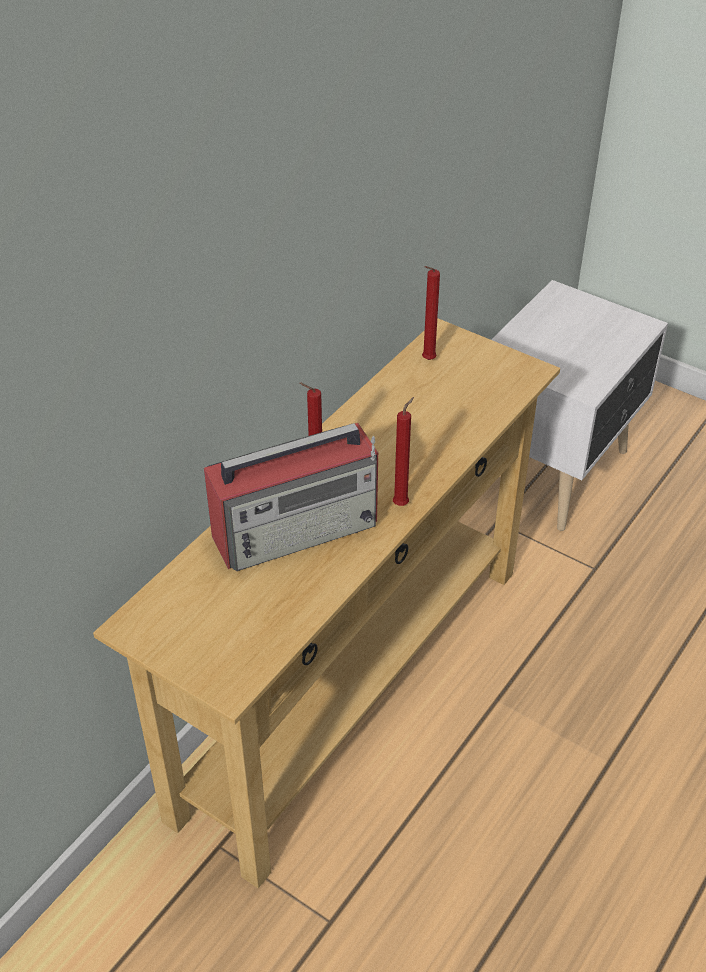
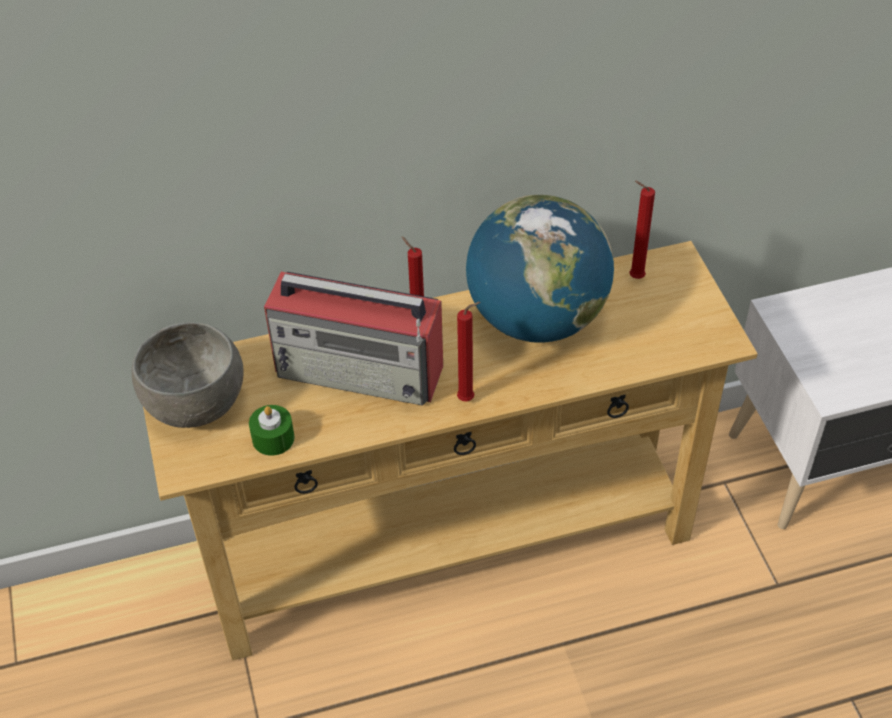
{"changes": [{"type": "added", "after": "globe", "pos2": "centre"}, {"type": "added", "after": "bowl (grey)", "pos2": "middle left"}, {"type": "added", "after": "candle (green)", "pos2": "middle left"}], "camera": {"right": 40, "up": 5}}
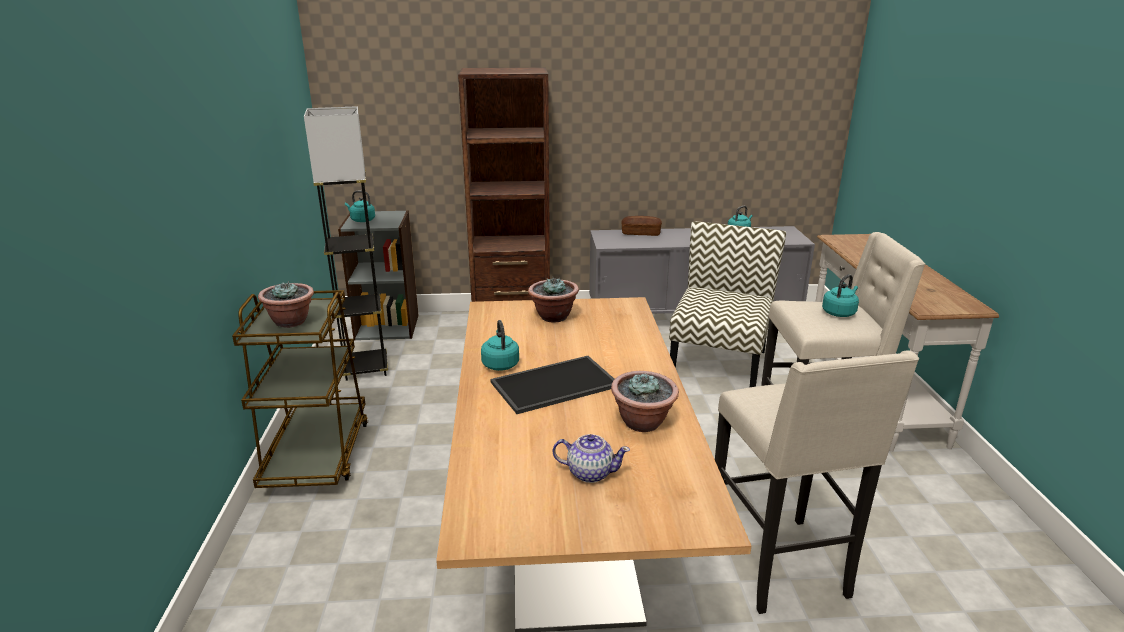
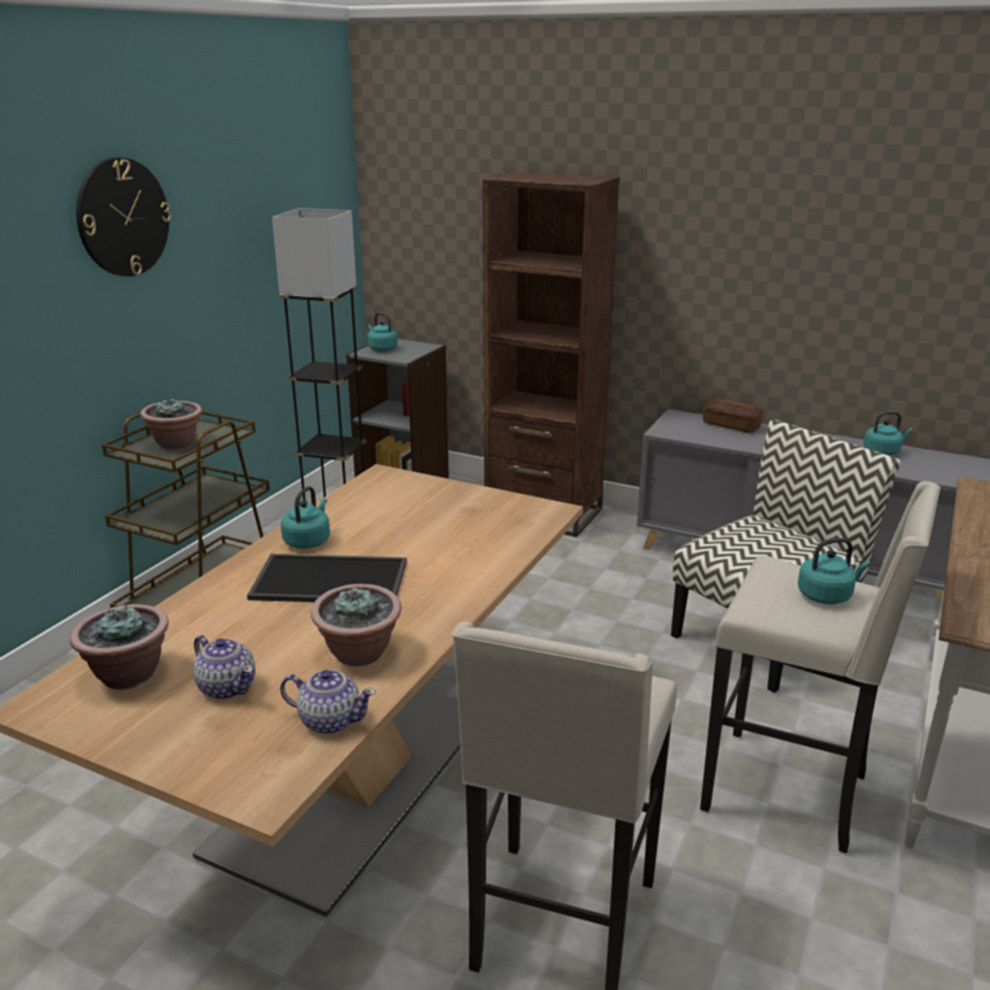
{"changes": [{"type": "moved", "before": "potted plant (2nd from left in the first image)", "after": "potted plant (1st from left)", "pos1": "centre", "pos2": "middle left"}, {"type": "added", "after": "wall clock", "pos2": "top left"}, {"type": "added", "after": "teapot (2nd from left)", "pos2": "bottom left"}], "camera": {"right": 30, "up": 0}}
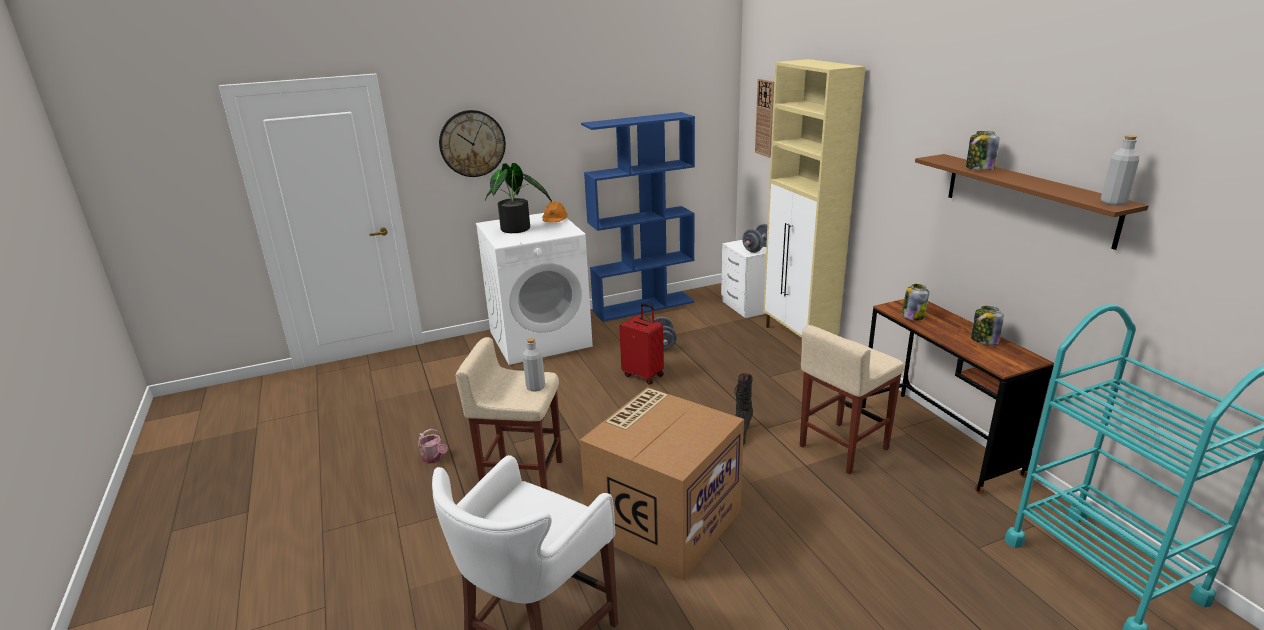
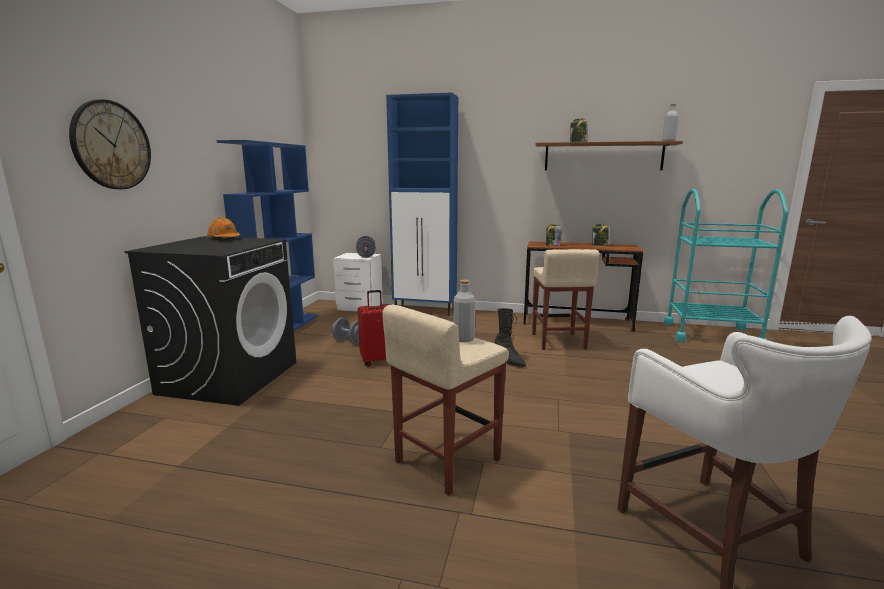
{"changes": [{"type": "recoloured", "before": "cabinet (beige)", "after": "cabinet (blue)", "pos1": "top centre", "pos2": "centre"}, {"type": "removed", "before": "wall clock (2nd from left)", "pos1": "top centre"}, {"type": "removed", "before": "potted plant", "pos1": "top centre"}, {"type": "recoloured", "before": "washing machine (white)", "after": "washing machine (black)", "pos1": "centre", "pos2": "middle left"}, {"type": "removed", "before": "cardboard box", "pos1": "bottom centre"}, {"type": "removed", "before": "watering can", "pos1": "bottom centre"}], "camera": {"right": -55, "up": -10}}
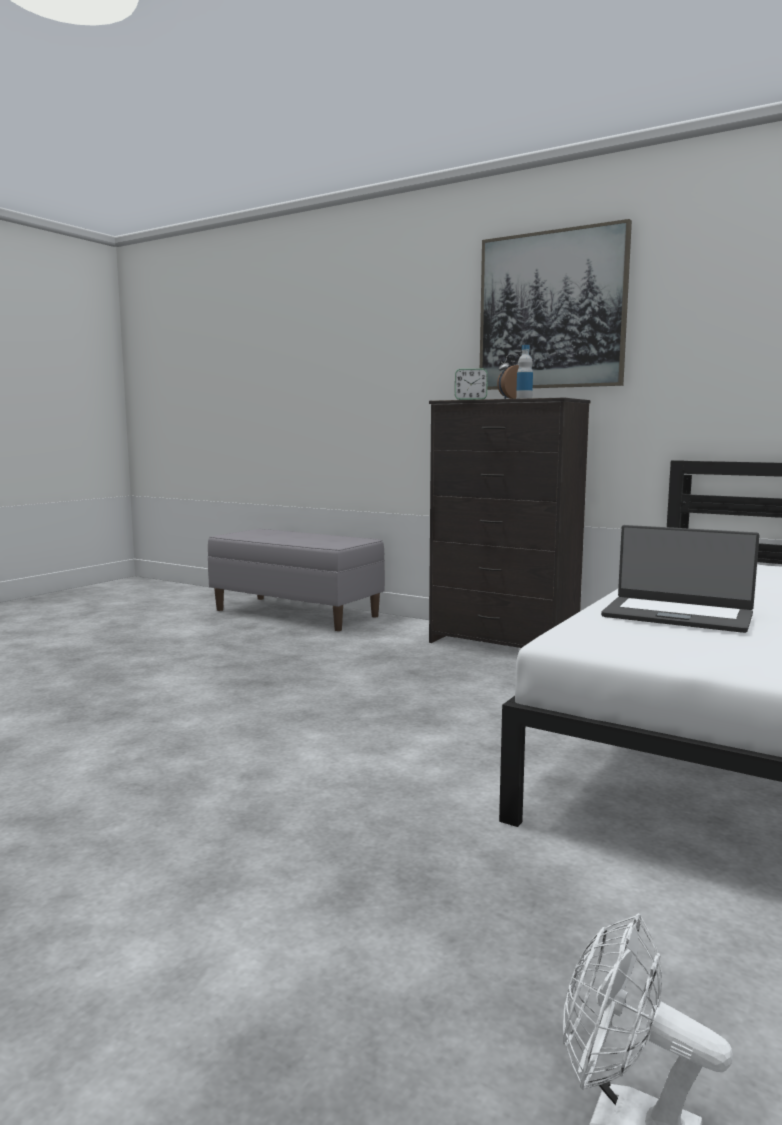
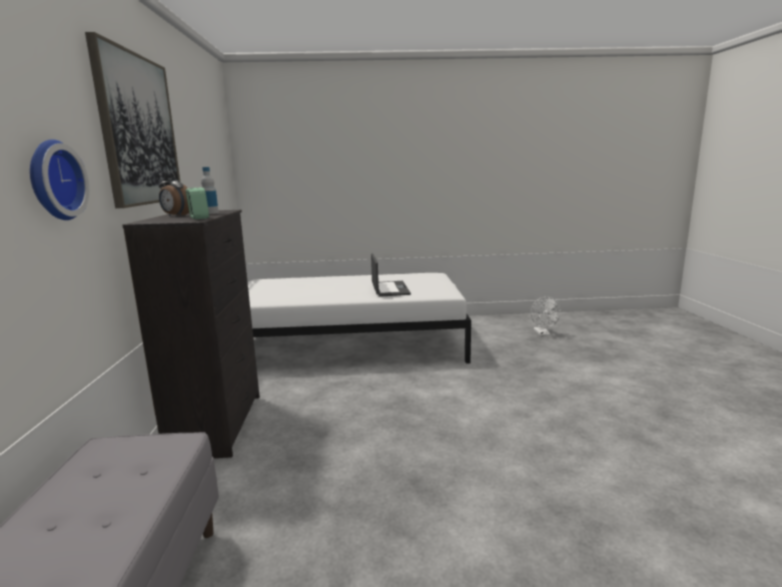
{"changes": [{"type": "added", "after": "wall clock", "pos2": "top left"}], "camera": {"right": -125, "up": 5}}
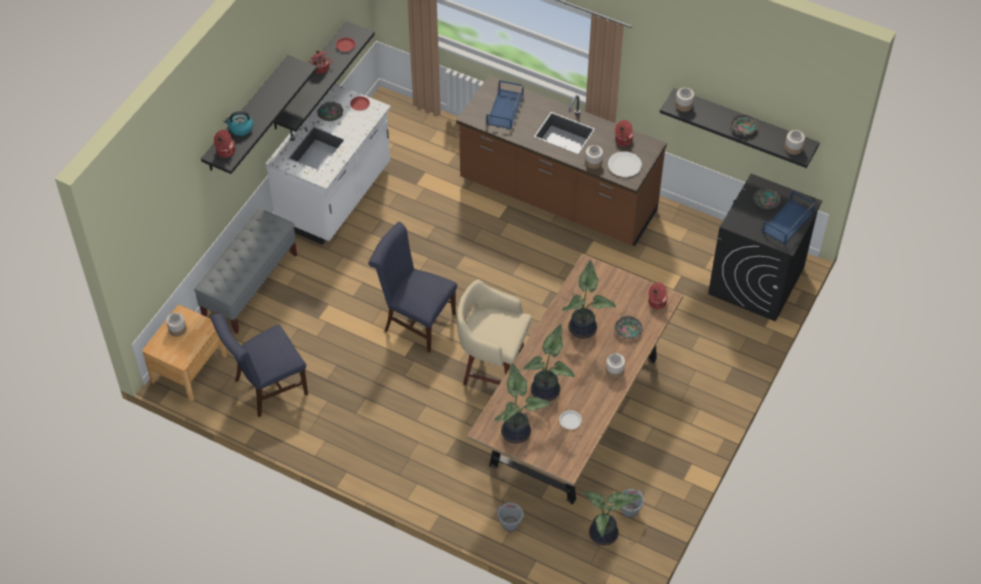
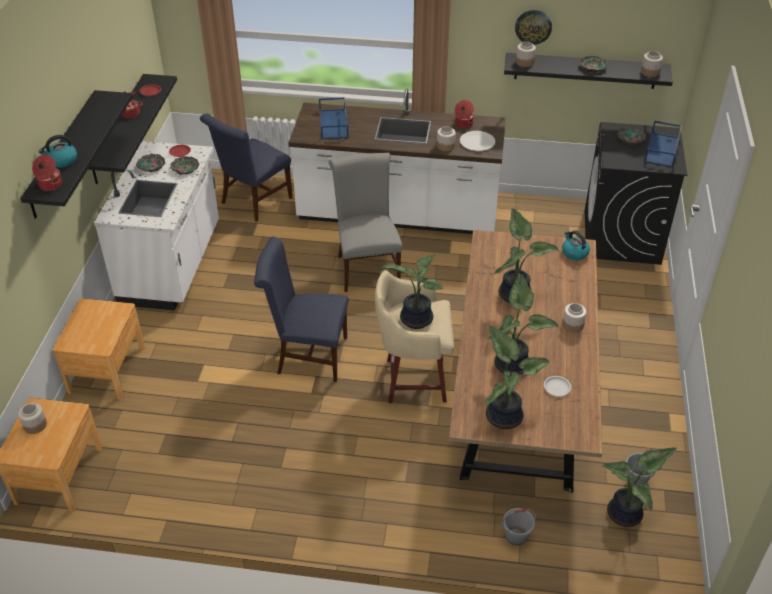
{"changes": [{"type": "recoloured", "before": "counter (brown)", "after": "counter (white) (2nd from left)", "pos1": "top centre", "pos2": "top centre"}, {"type": "replaced", "before": "bench (grey)", "after": "nightstand (brown) (2nd from left)", "pos1": "middle left", "pos2": "middle left"}, {"type": "replaced", "before": "cooking pot (4th from left)", "after": "kettle (2nd from left)", "pos1": "middle right", "pos2": "middle right"}, {"type": "moved", "before": "chair (blue) (1st from left)", "pos1": "middle left", "pos2": "top left"}, {"type": "moved", "before": "bowl (2nd from left)", "pos1": "centre", "pos2": "top left"}, {"type": "added", "after": "wall clock", "pos2": "top right"}, {"type": "added", "after": "chair (grey)", "pos2": "centre"}, {"type": "added", "after": "potted plant (1st from left)", "pos2": "centre"}], "camera": {"right": -20, "up": -10}}
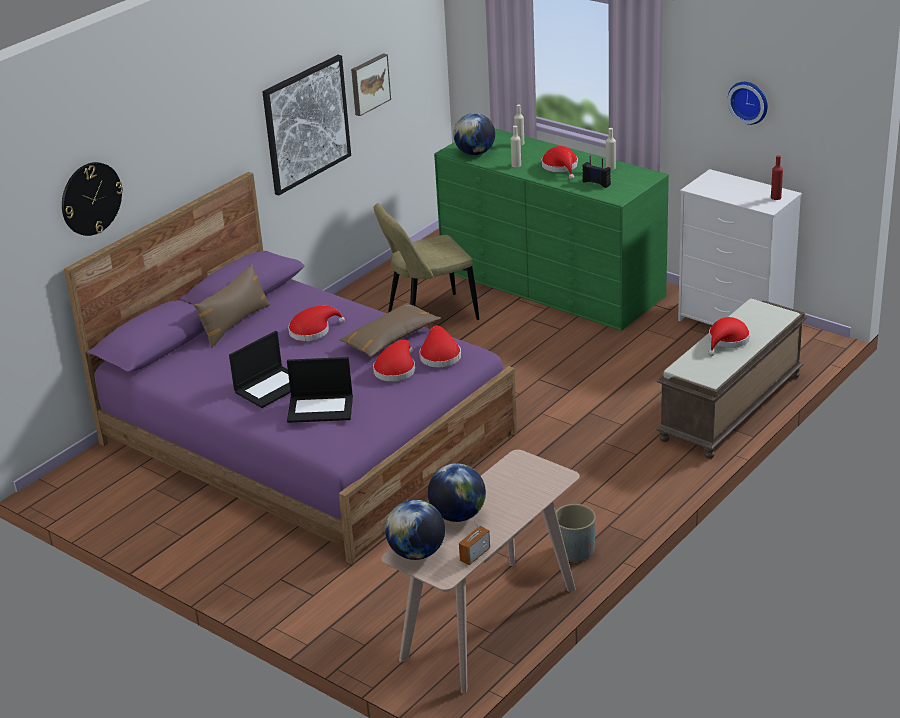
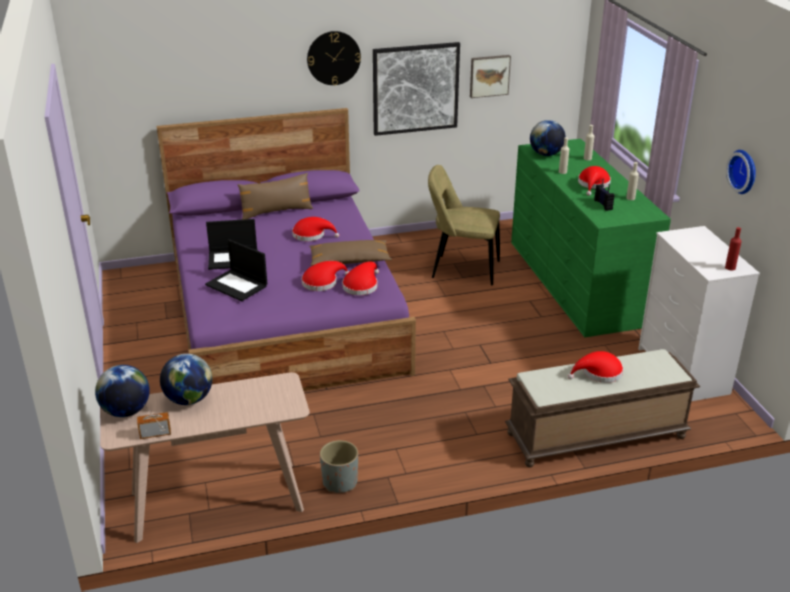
{"changes": [{"type": "moved", "before": "wall clock (1st from left)", "pos1": "top left", "pos2": "top centre"}], "camera": {"right": 35, "up": 0}}
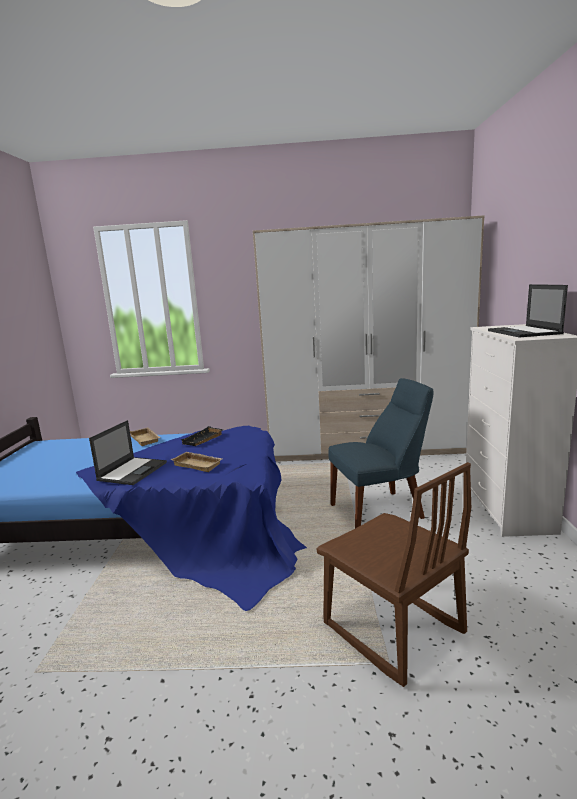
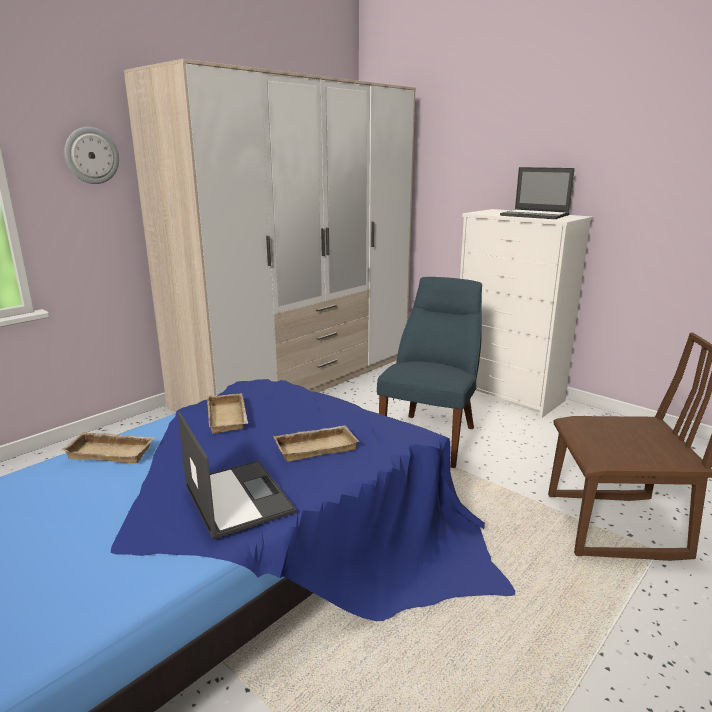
{"changes": [{"type": "recoloured", "before": "tray (black)", "after": "tray (beige) (2nd from left)", "pos1": "centre", "pos2": "middle left"}, {"type": "added", "after": "wall clock", "pos2": "top left"}], "camera": {"right": -50, "up": 5}}
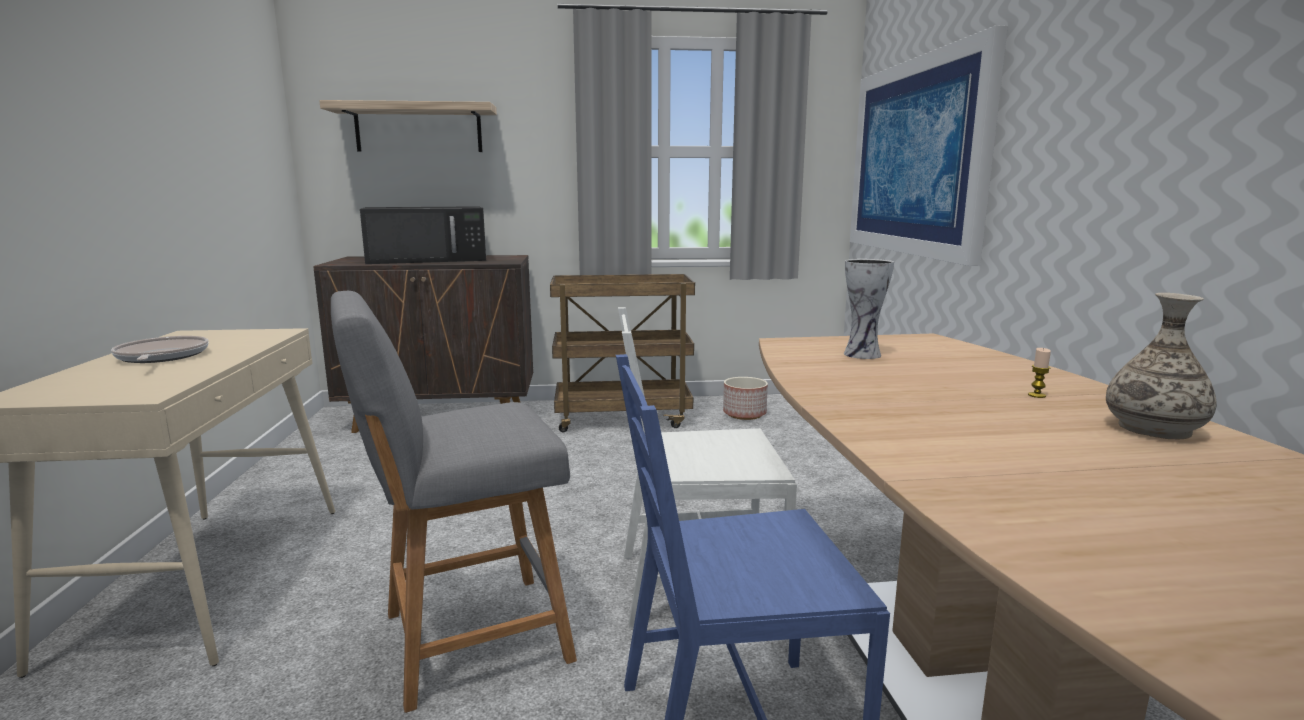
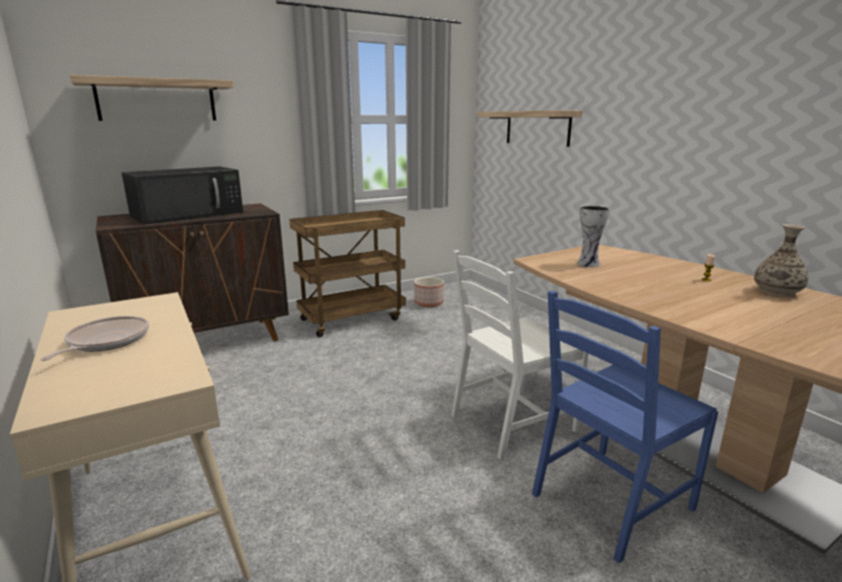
{"changes": [{"type": "replaced", "before": "picture", "after": "shelf (2nd from left)", "pos1": "top right", "pos2": "top centre"}, {"type": "removed", "before": "stool (grey)", "pos1": "bottom centre"}, {"type": "turned", "before": "frying pan", "pos1": "middle left", "pos2": "middle left", "turn": 60}], "camera": {"right": -25, "up": 5}}
